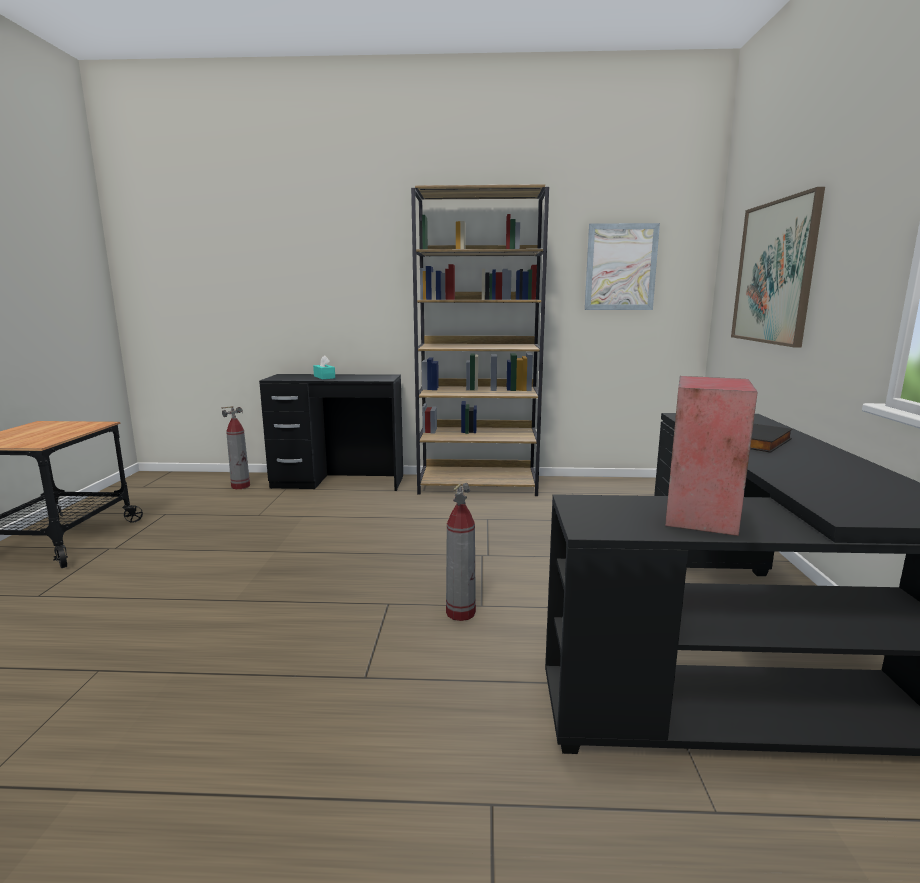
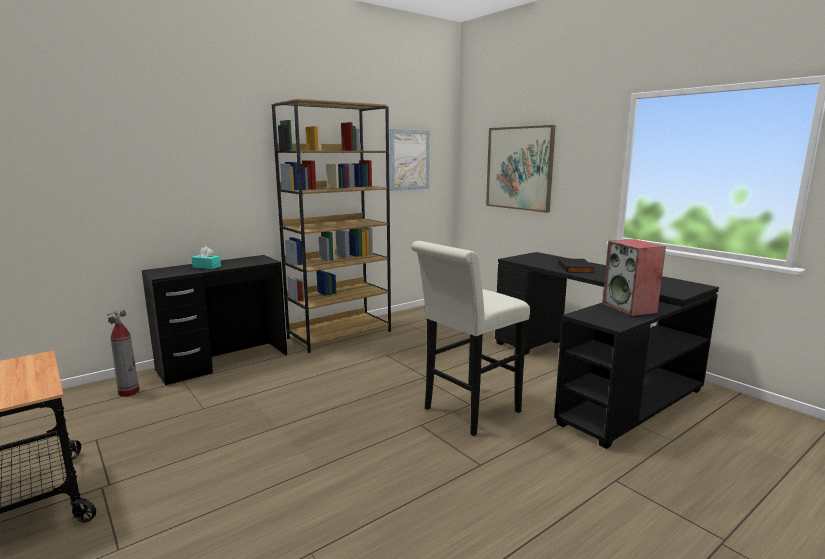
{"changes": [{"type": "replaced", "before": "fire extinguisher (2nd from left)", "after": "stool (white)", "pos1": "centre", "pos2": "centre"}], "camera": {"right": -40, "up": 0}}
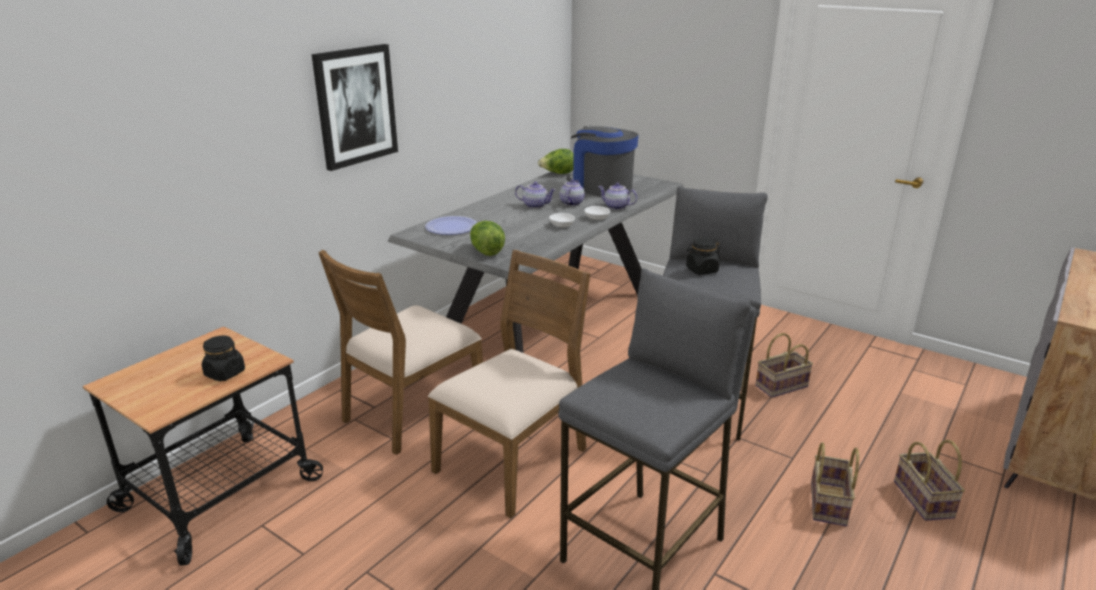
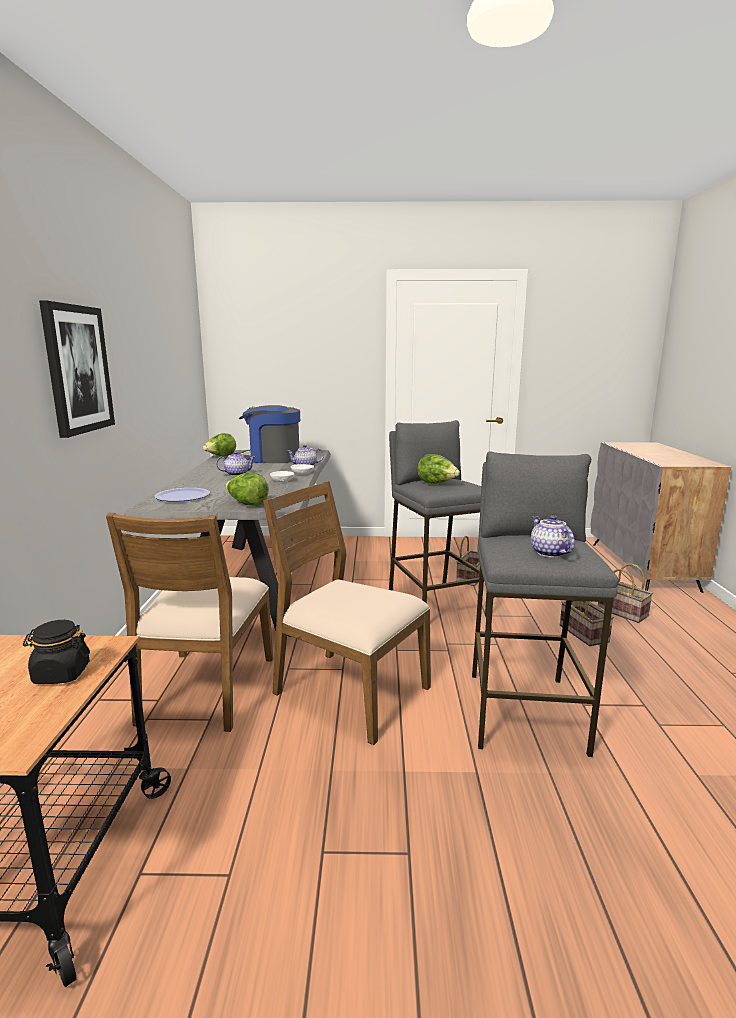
{"changes": [{"type": "moved", "before": "teapot (2nd from left in the first image)", "after": "teapot (3rd from left)", "pos1": "top centre", "pos2": "middle right"}, {"type": "replaced", "before": "jar (black) (2nd from left)", "after": "lettuce (3rd from left)", "pos1": "centre", "pos2": "centre"}, {"type": "turned", "before": "chair (brown) (2nd from left)", "pos1": "centre", "pos2": "centre", "turn": -60}], "camera": {"right": -35, "up": -10}}
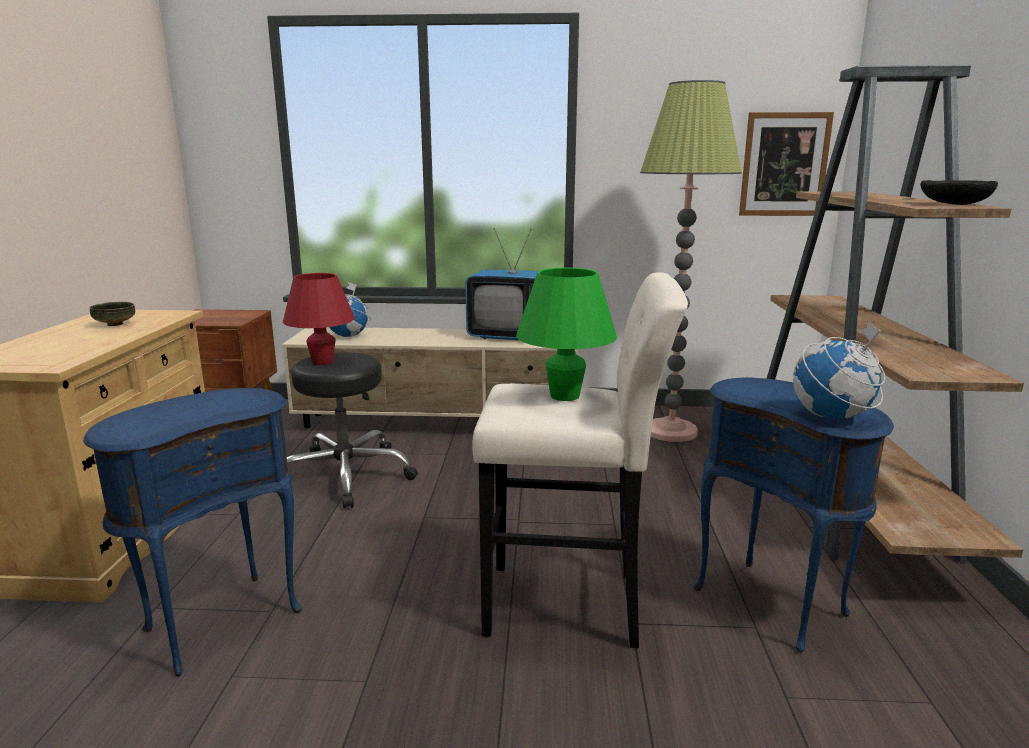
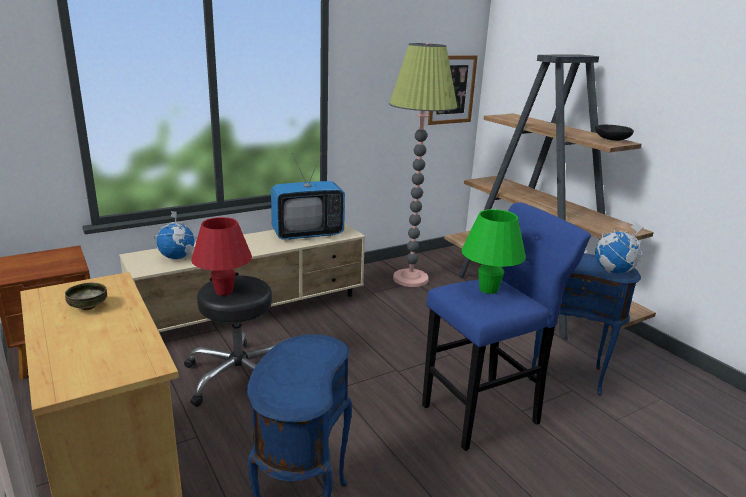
{"changes": [{"type": "recoloured", "before": "stool (beige)", "after": "stool (blue)", "pos1": "centre", "pos2": "middle right"}], "camera": {"right": -35, "up": 5}}
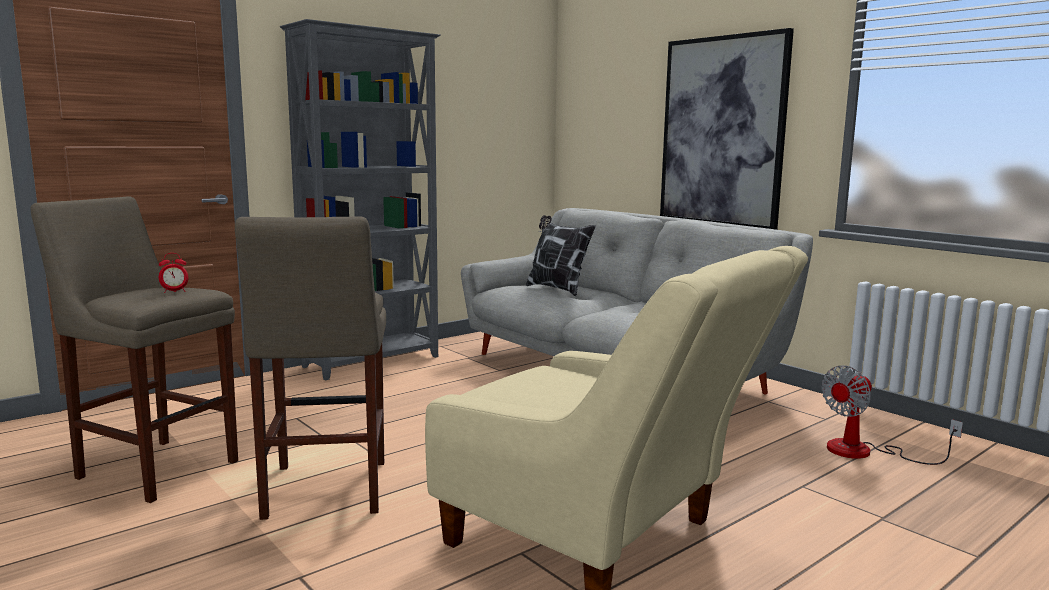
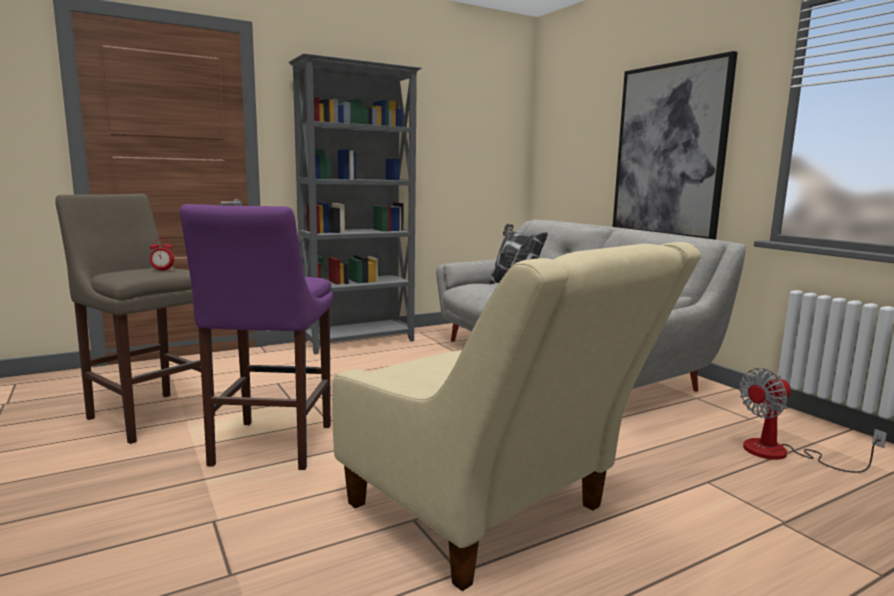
{"changes": [{"type": "recoloured", "before": "stool (beige) (2nd from left)", "after": "stool (purple)", "pos1": "middle left", "pos2": "middle left"}], "camera": {"right": 10, "up": 0}}
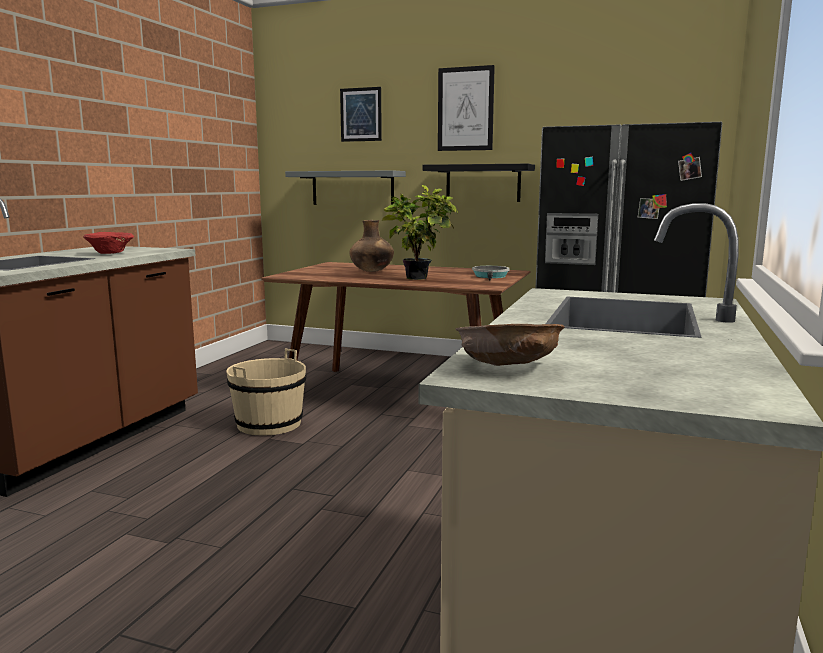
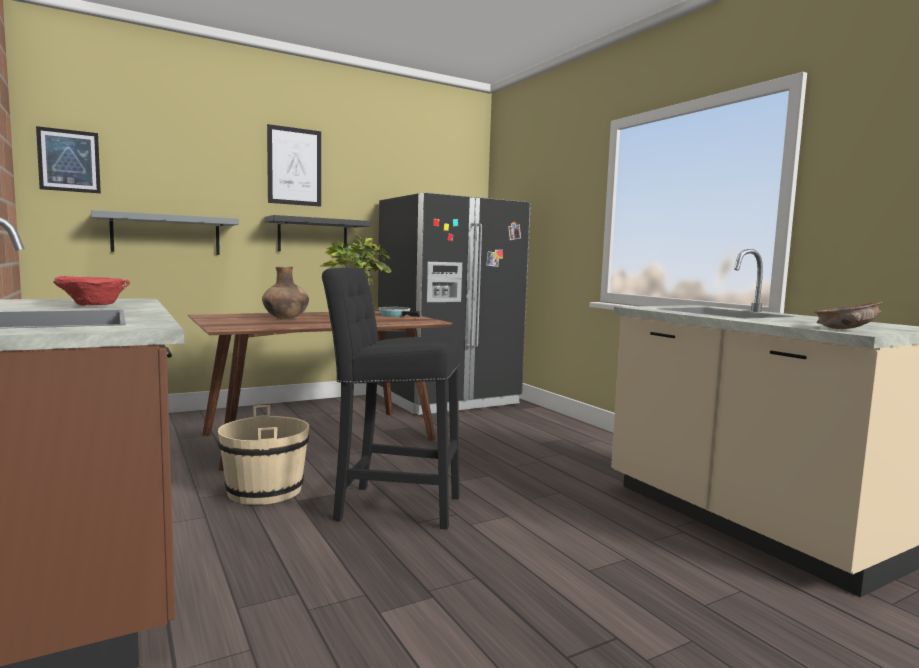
{"changes": [{"type": "moved", "before": "picture (1st from left)", "pos1": "top centre", "pos2": "top left"}, {"type": "added", "after": "stool (black)", "pos2": "centre"}], "camera": {"right": -50, "up": -5}}
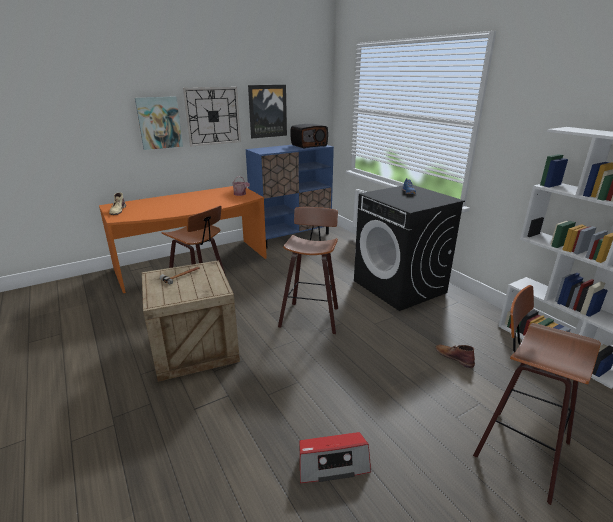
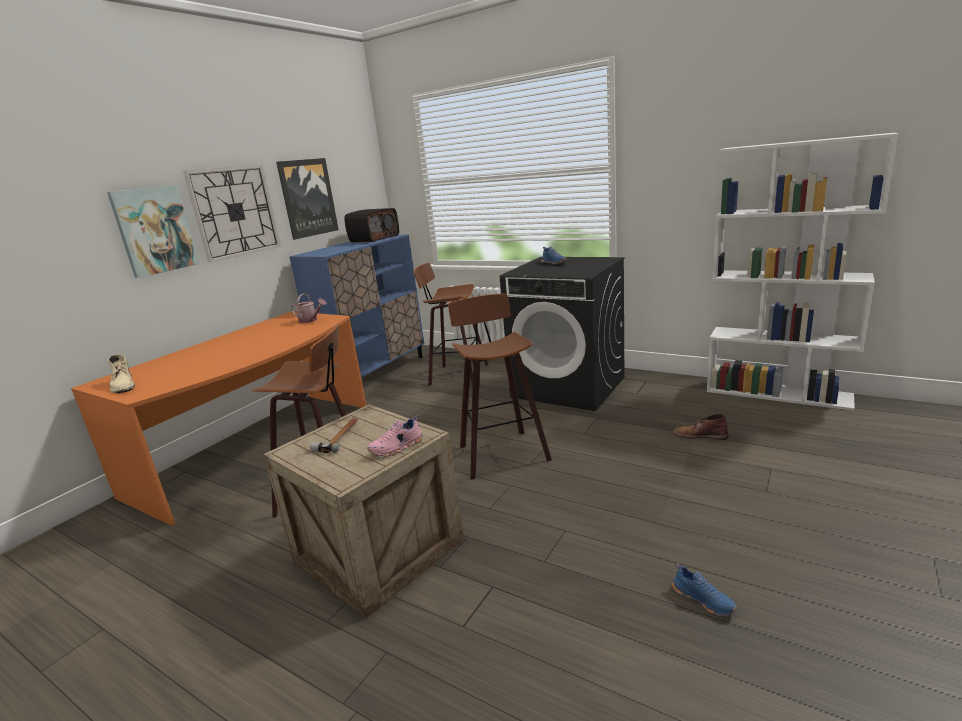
{"changes": [{"type": "moved", "before": "stool (3rd from left in the first image)", "after": "stool (2nd from left)", "pos1": "bottom right", "pos2": "centre"}, {"type": "replaced", "before": "radio (2nd from left)", "after": "shoe (blue) (2nd from left)", "pos1": "bottom centre", "pos2": "bottom right"}, {"type": "added", "after": "shoe (pink)", "pos2": "centre"}], "camera": {"right": -25, "up": -5}}
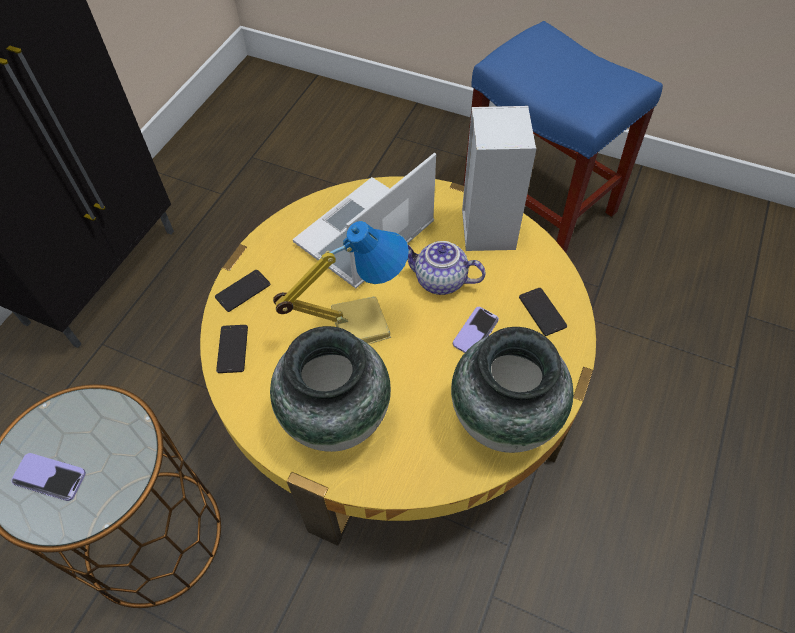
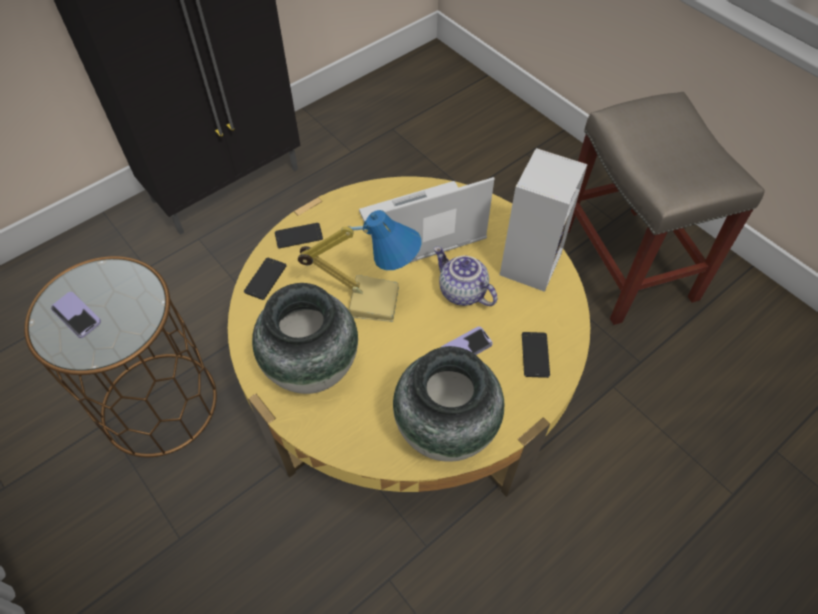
{"changes": [{"type": "recoloured", "before": "stool (blue)", "after": "stool (beige)", "pos1": "top right", "pos2": "middle right"}], "camera": {"right": 25, "up": 0}}
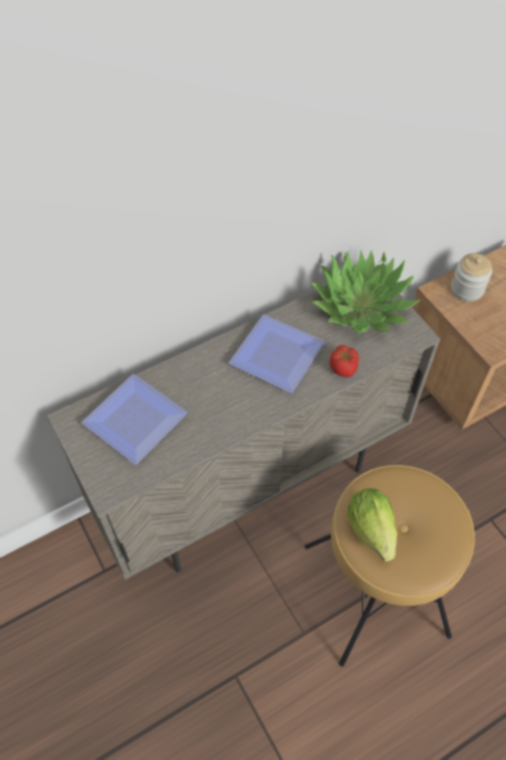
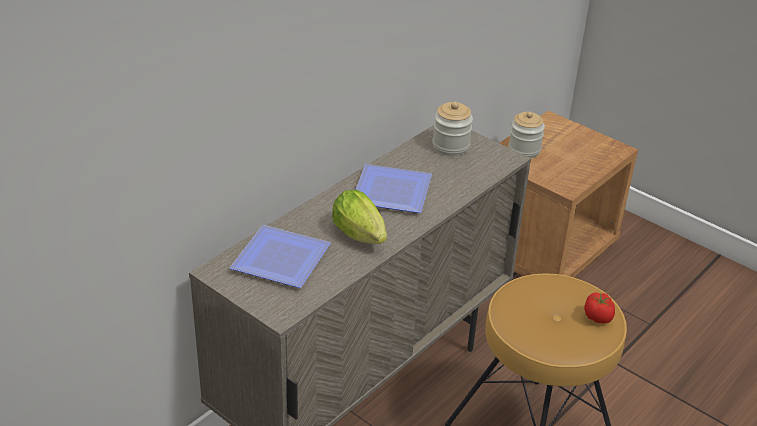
{"changes": [{"type": "replaced", "before": "potted plant", "after": "jar (1st from left)", "pos1": "middle right", "pos2": "top centre"}, {"type": "moved", "before": "tomato", "pos1": "middle right", "pos2": "bottom right"}, {"type": "moved", "before": "lettuce", "pos1": "bottom right", "pos2": "centre"}], "camera": {"right": -20, "up": -20}}
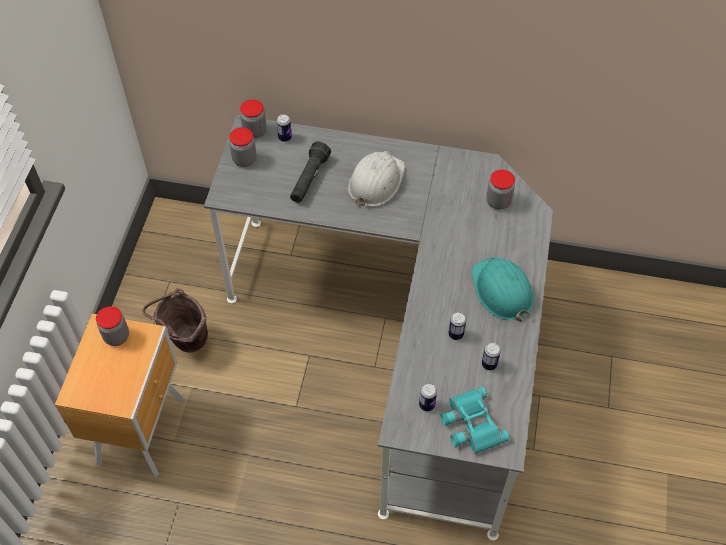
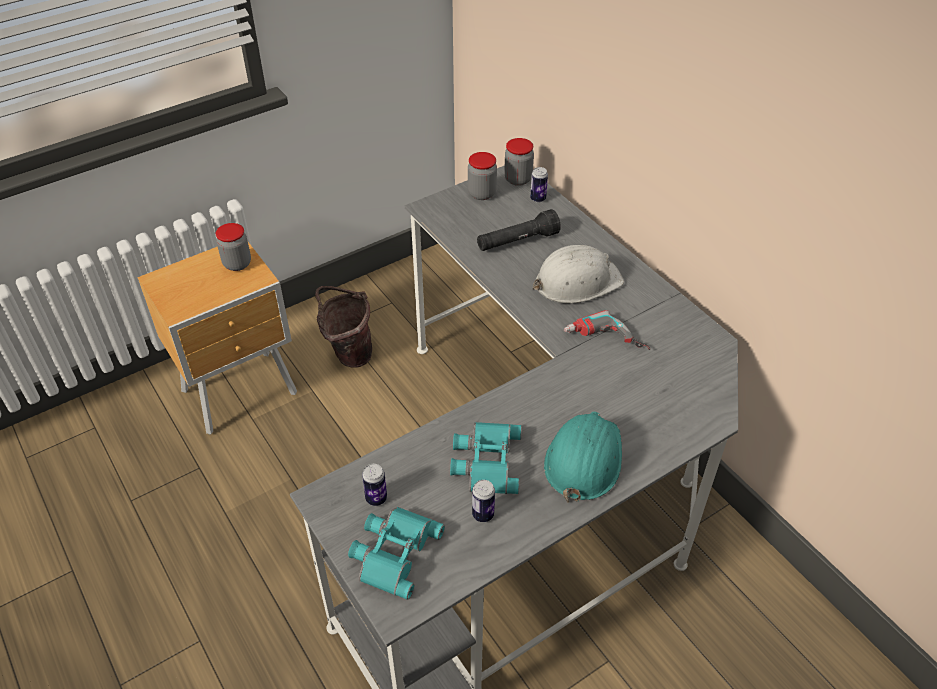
{"changes": [{"type": "removed", "before": "jar (4th from left)", "pos1": "middle right"}, {"type": "replaced", "before": "can (3rd from left)", "after": "binoculars (turquoise) (2nd from left)", "pos1": "centre", "pos2": "centre"}, {"type": "added", "after": "power drill", "pos2": "centre"}], "camera": {"right": 45, "up": -10}}
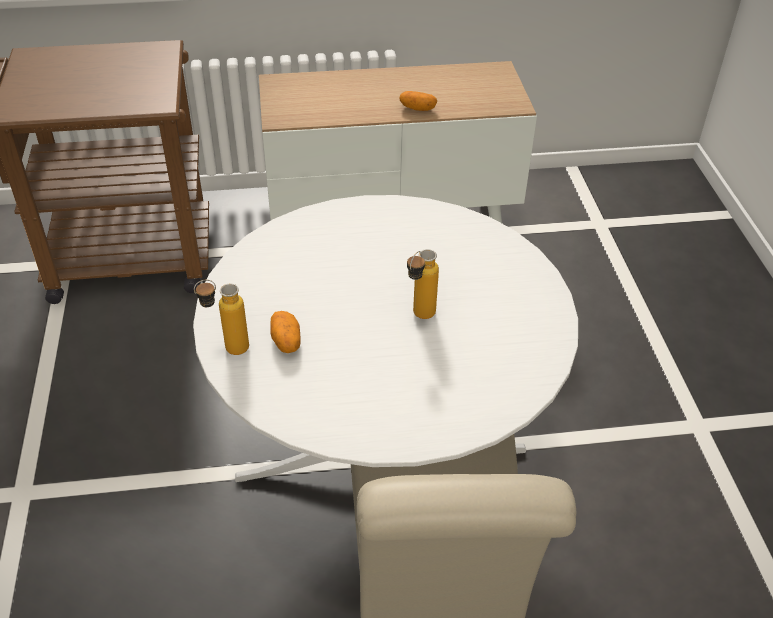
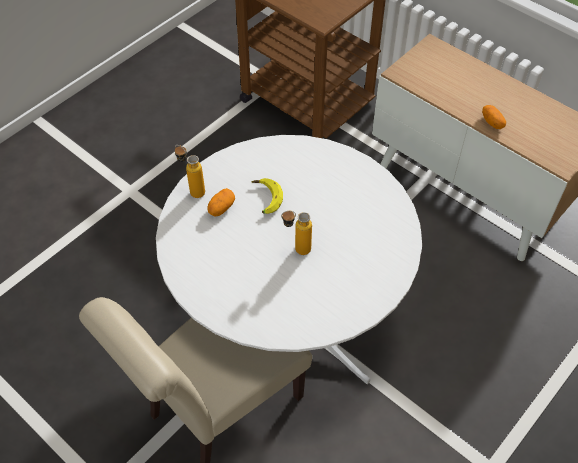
{"changes": [{"type": "added", "after": "banana", "pos2": "centre"}], "camera": {"right": 50, "up": 10}}
